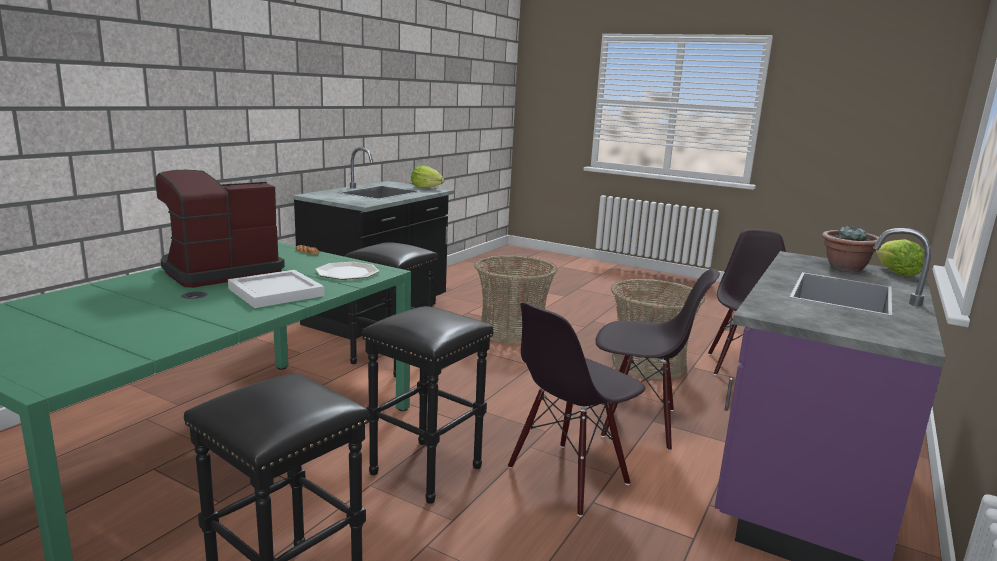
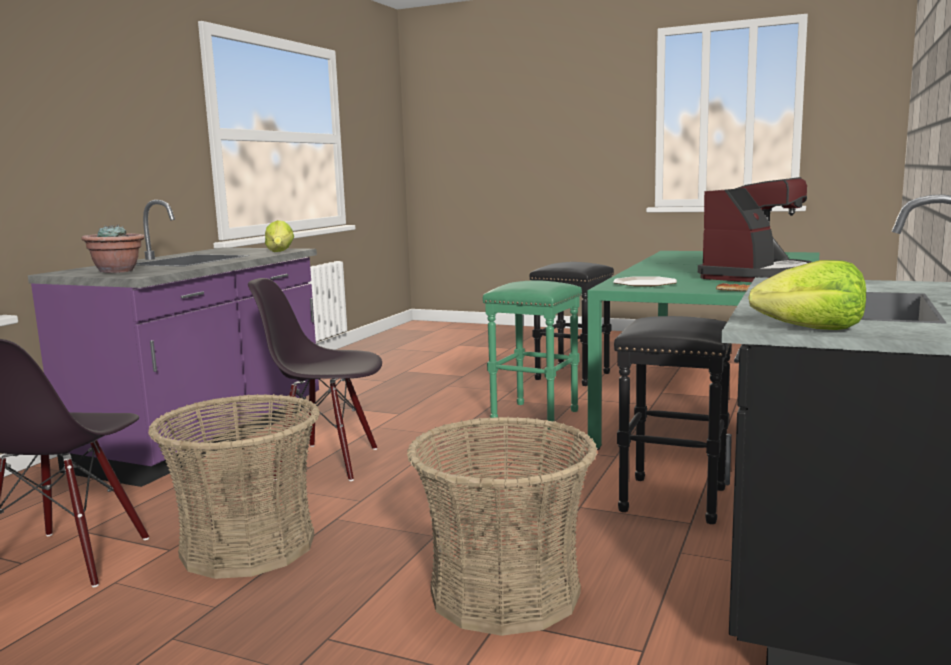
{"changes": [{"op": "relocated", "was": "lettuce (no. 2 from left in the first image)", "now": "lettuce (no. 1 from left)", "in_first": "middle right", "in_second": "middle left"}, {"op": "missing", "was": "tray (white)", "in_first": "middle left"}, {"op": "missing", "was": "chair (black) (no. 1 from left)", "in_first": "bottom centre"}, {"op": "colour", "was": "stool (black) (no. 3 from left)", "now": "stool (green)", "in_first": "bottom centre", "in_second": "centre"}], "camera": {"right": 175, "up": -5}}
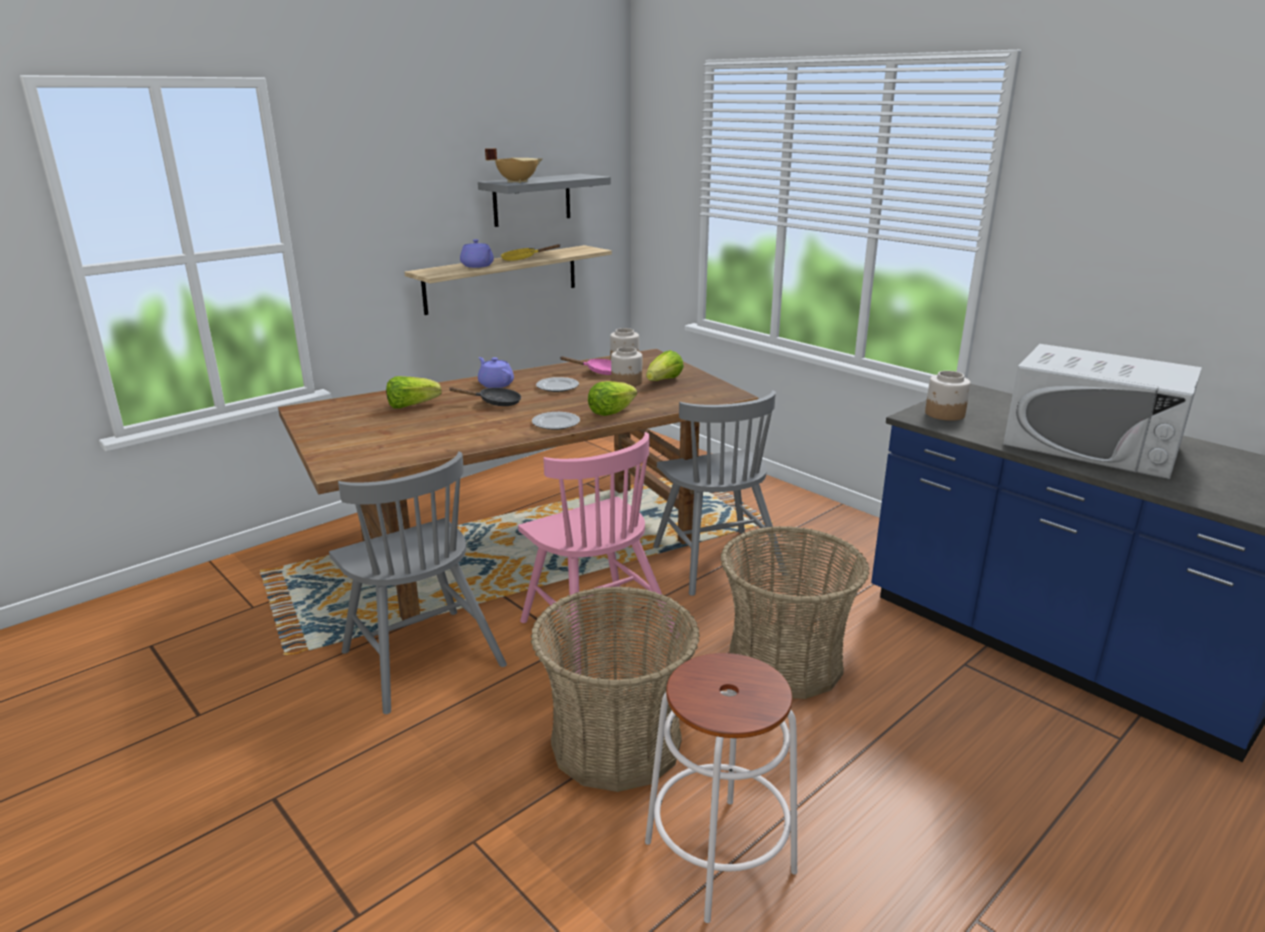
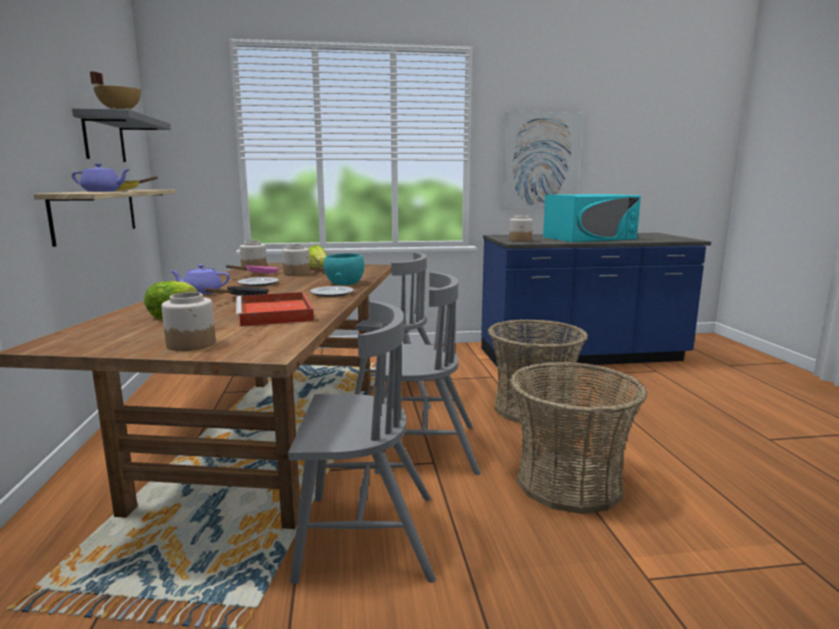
{"changes": [{"op": "colour", "was": "microwave (white)", "now": "microwave (turquoise)", "in_first": "middle right", "in_second": "middle right"}, {"op": "exchanged", "was": "lettuce (no. 2 from left)", "now": "bowl (turquoise)", "in_first": "centre", "in_second": "centre"}, {"op": "colour", "was": "chair (pink)", "now": "chair (grey) (no. 3 from left)", "in_first": "centre", "in_second": "centre"}, {"op": "missing", "was": "stool (white)", "in_first": "bottom centre"}, {"op": "appeared", "now": "picture", "in_second": "top centre"}, {"op": "appeared", "now": "jar (no. 1 from left)", "in_second": "middle left"}, {"op": "appeared", "now": "tray (red)", "in_second": "middle left"}], "camera": {"right": -55, "up": -10}}
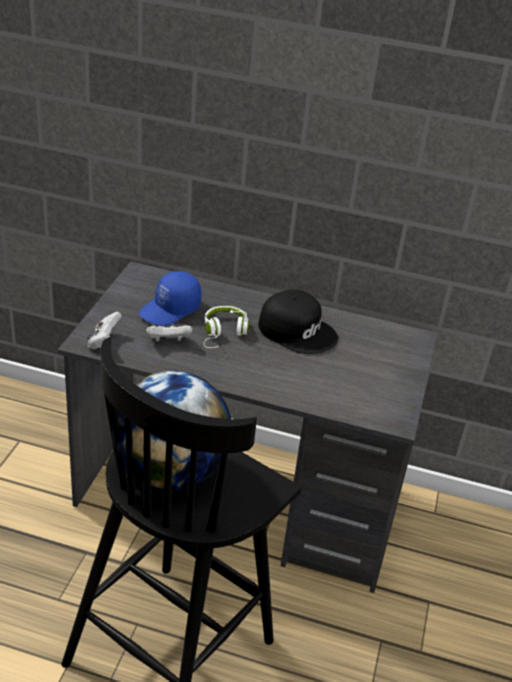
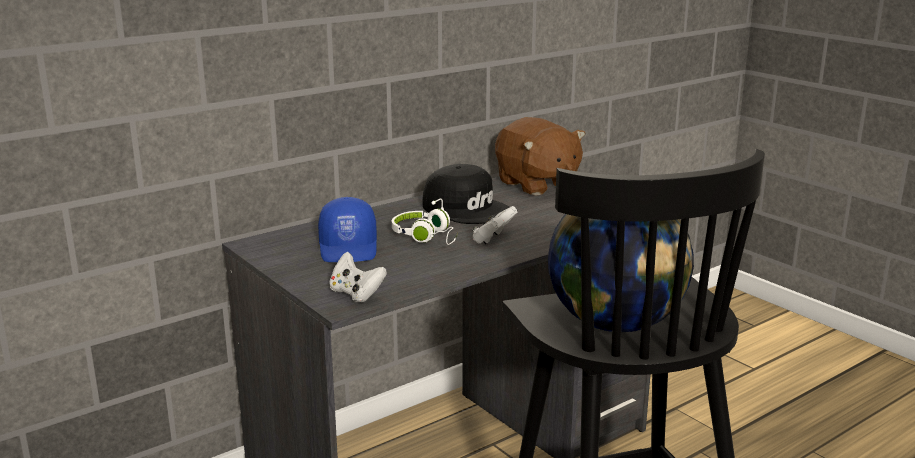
{"changes": [{"op": "spun", "was": "cap (black)", "in_first": "centre", "in_second": "centre", "clockwise": 60}, {"op": "relocated", "was": "game controller (white) (no. 2 from left)", "in_first": "middle left", "in_second": "centre"}, {"op": "appeared", "now": "plush toy (brown)", "in_second": "centre"}], "camera": {"right": -50, "up": -15}}
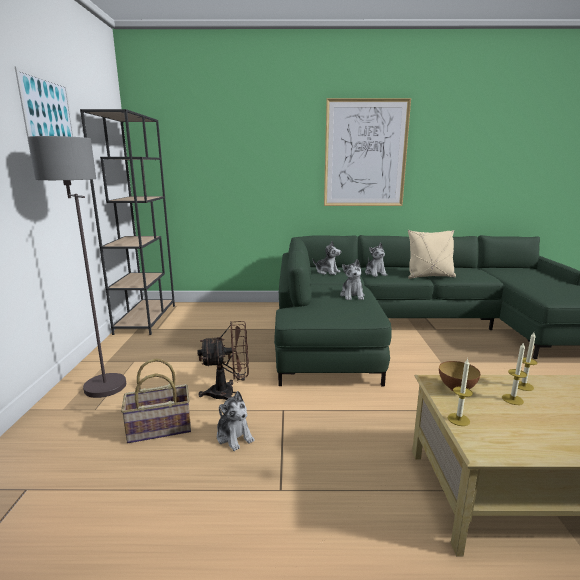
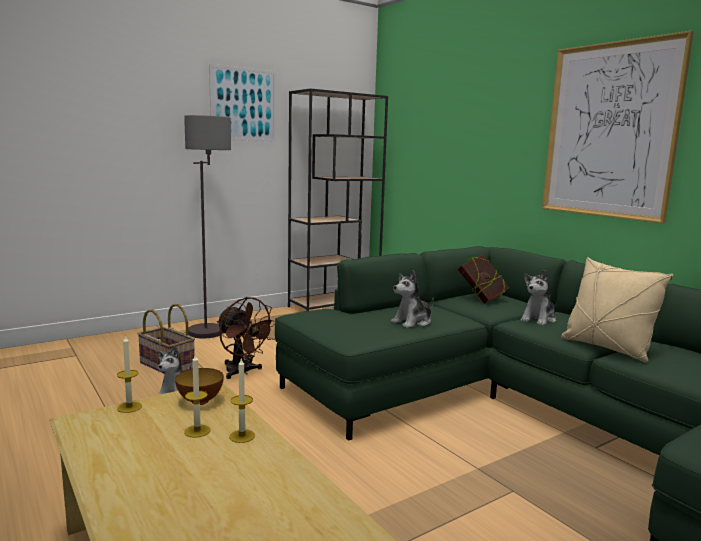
{"changes": [{"op": "exchanged", "was": "plush toy (no. 2 from left)", "now": "book", "in_first": "centre", "in_second": "middle right"}], "camera": {"right": 55, "up": -5}}
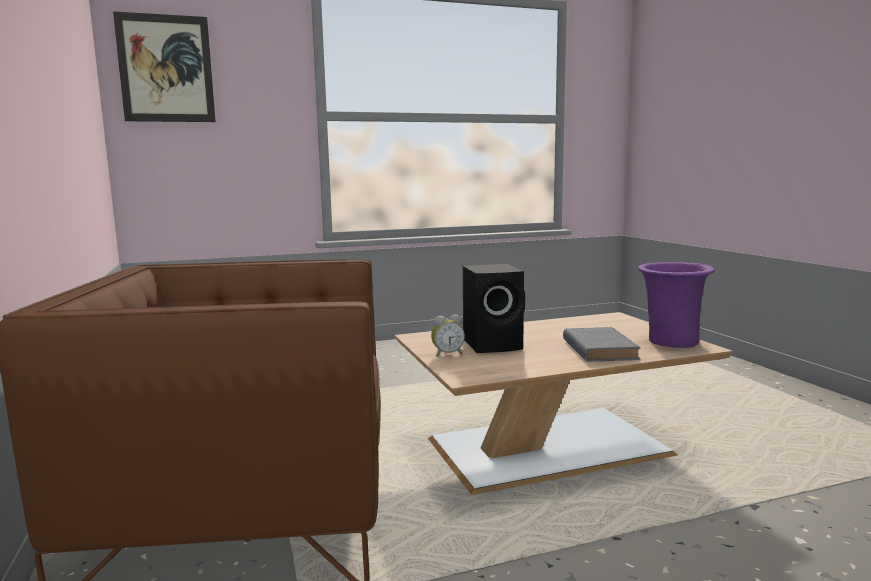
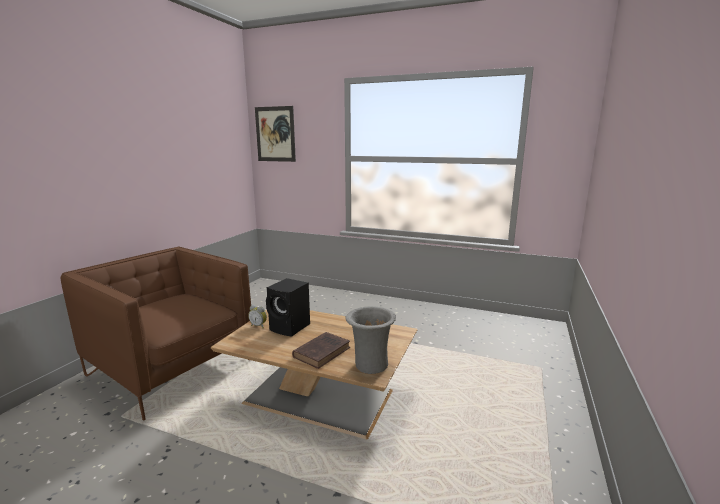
{"changes": [{"op": "colour", "was": "vase (purple)", "now": "vase (grey)", "in_first": "middle right", "in_second": "bottom centre"}, {"op": "colour", "was": "book (grey)", "now": "book (brown)", "in_first": "middle right", "in_second": "bottom centre"}], "camera": {"right": 40, "up": 5}}
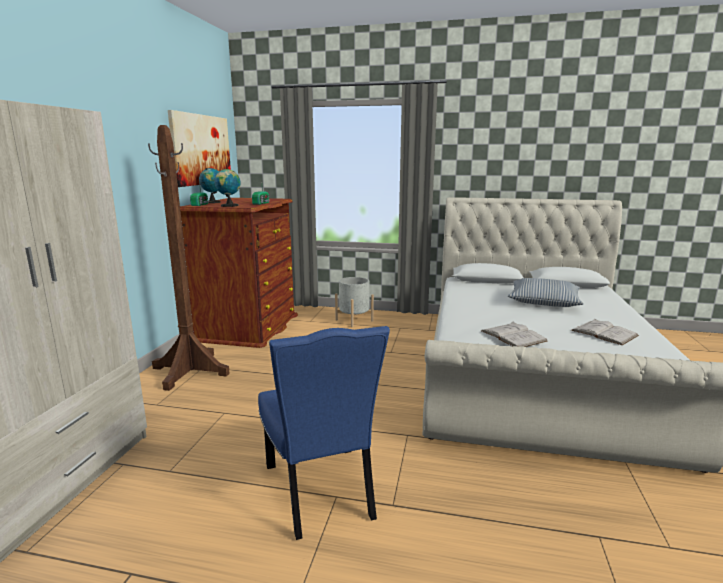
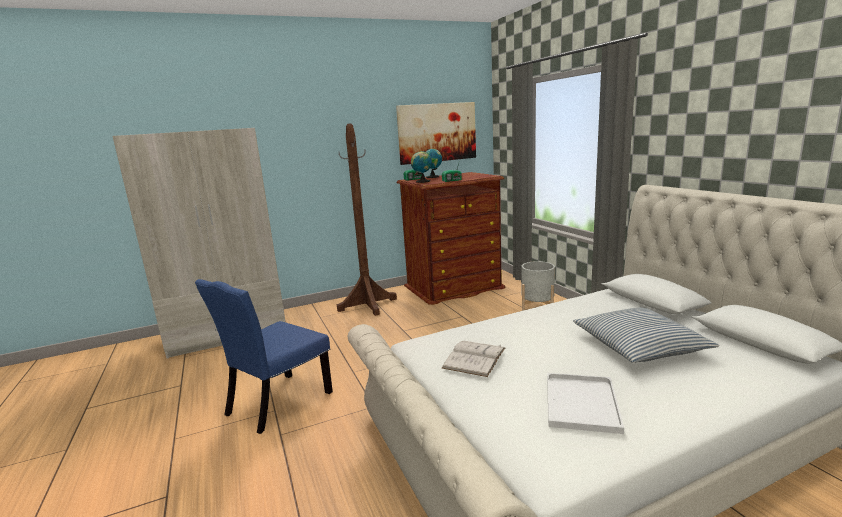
{"changes": [{"op": "exchanged", "was": "book (white) (no. 2 from left)", "now": "tray (white)", "in_first": "middle right", "in_second": "bottom right"}], "camera": {"right": 55, "up": 0}}
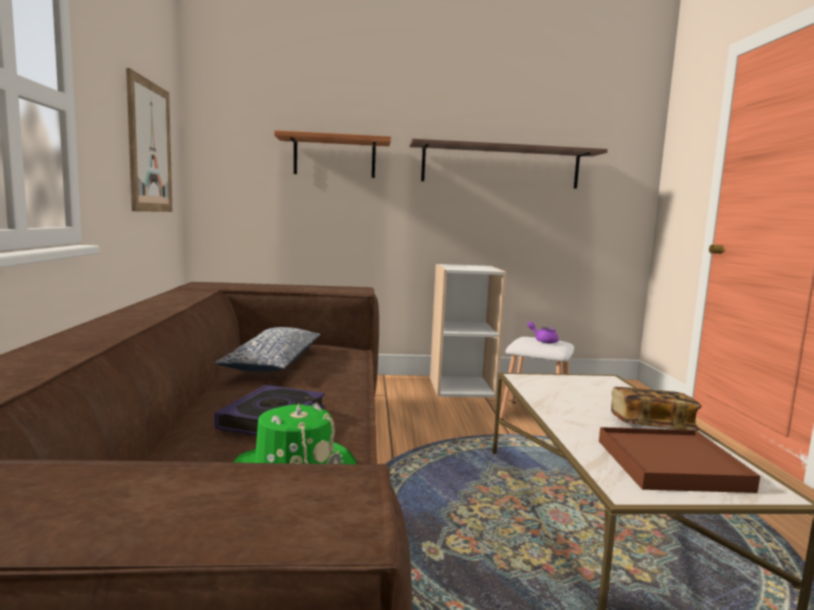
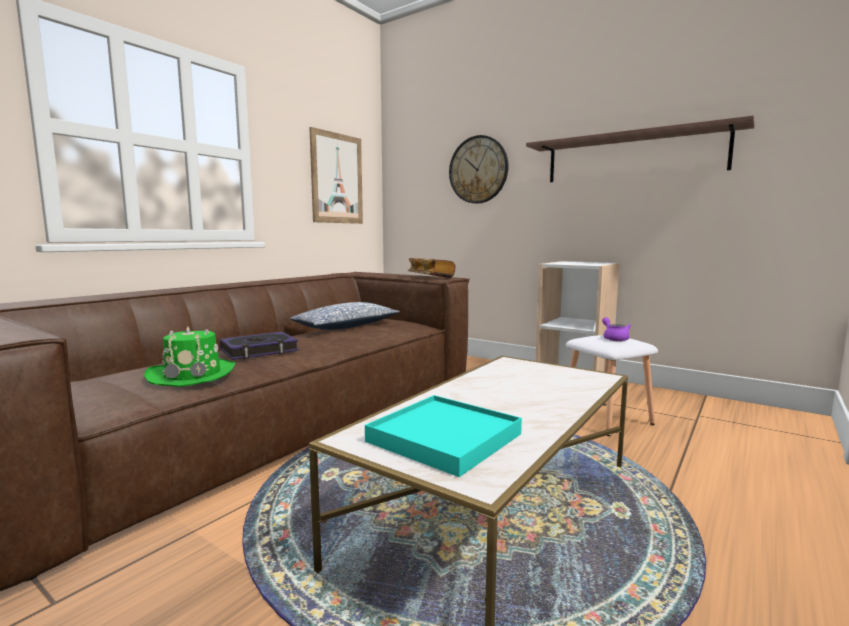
{"changes": [{"op": "exchanged", "was": "shelf (no. 1 from left)", "now": "wall clock", "in_first": "top centre", "in_second": "top centre"}, {"op": "relocated", "was": "book (no. 2 from left)", "in_first": "bottom right", "in_second": "centre"}, {"op": "colour", "was": "tray (brown)", "now": "tray (turquoise)", "in_first": "bottom right", "in_second": "bottom centre"}], "camera": {"right": 40, "up": 0}}
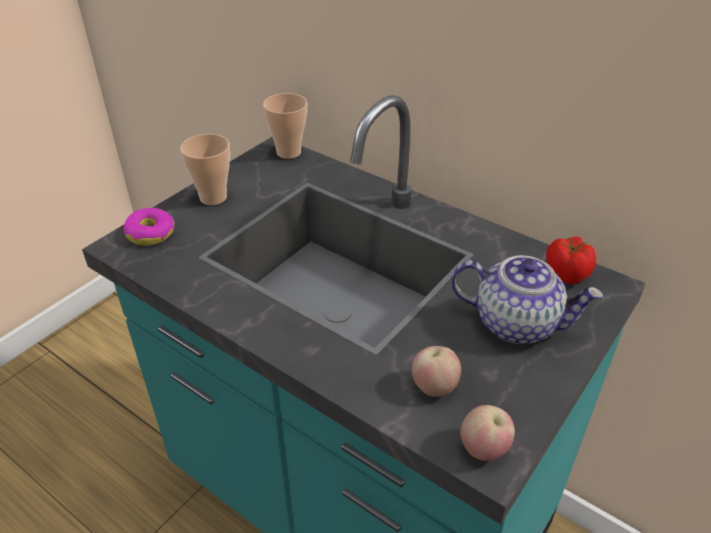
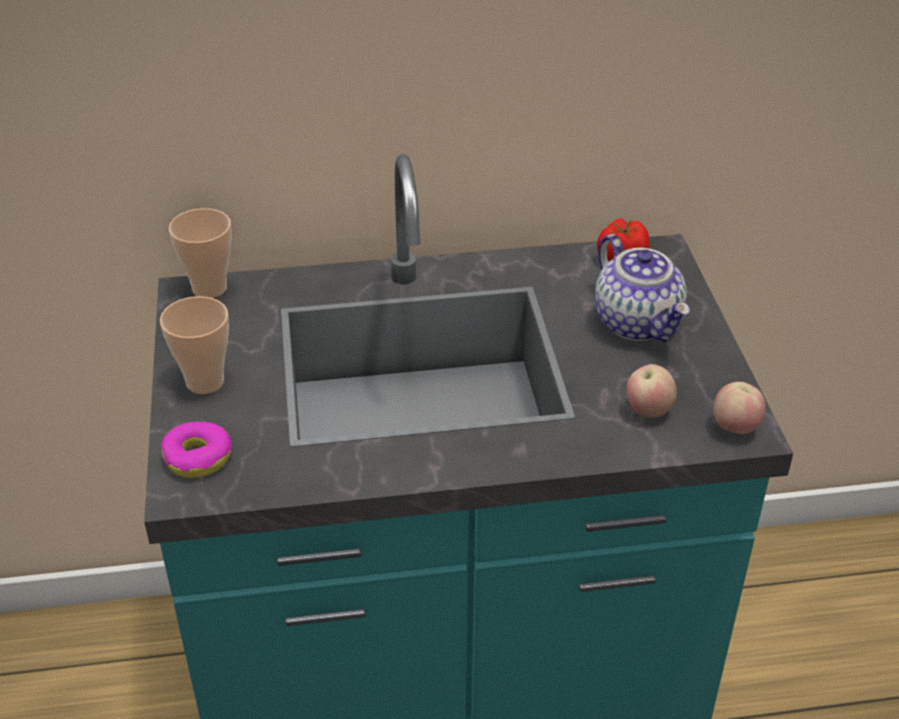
{"changes": [{"op": "spun", "was": "teapot", "in_first": "middle right", "in_second": "middle right", "clockwise": 90}], "camera": {"right": -45, "up": 0}}
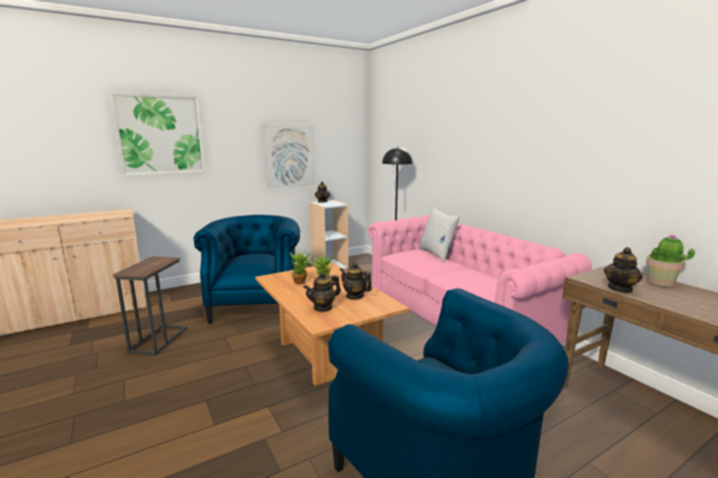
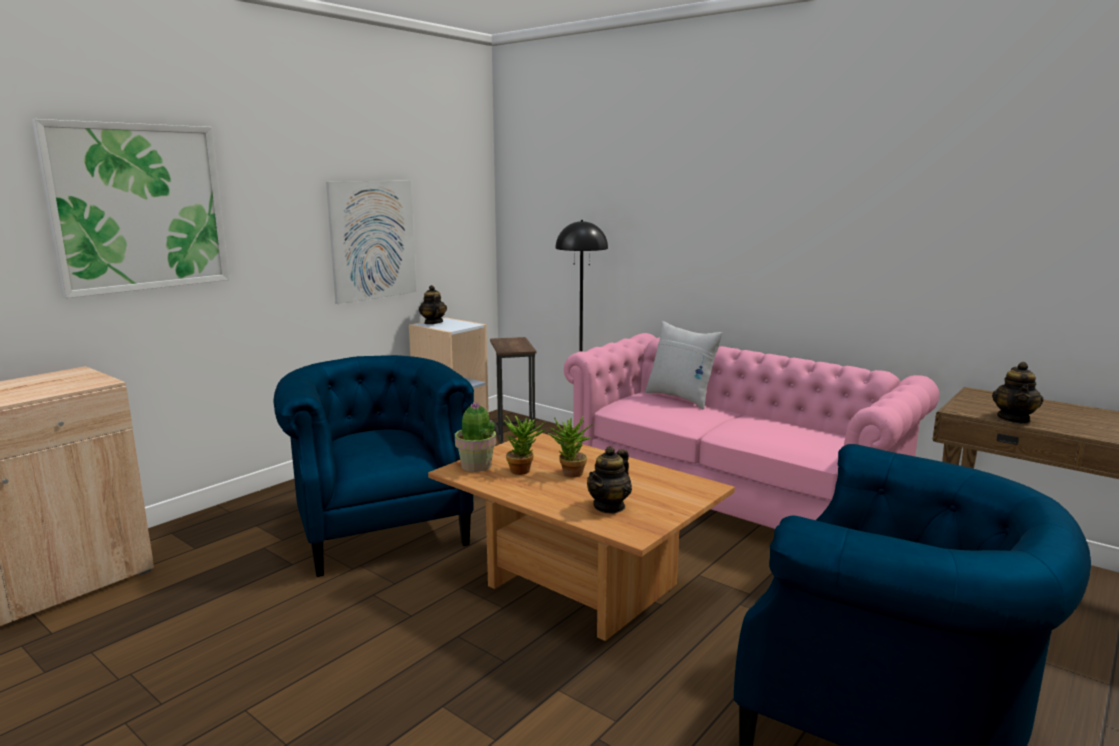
{"changes": [{"op": "relocated", "was": "potted plant (no. 3 from left in the first image)", "now": "potted plant (no. 1 from left)", "in_first": "middle right", "in_second": "centre"}, {"op": "relocated", "was": "side table (brown)", "in_first": "middle left", "in_second": "centre"}, {"op": "missing", "was": "teapot (no. 3 from left)", "in_first": "centre"}], "camera": {"right": -20, "up": 0}}
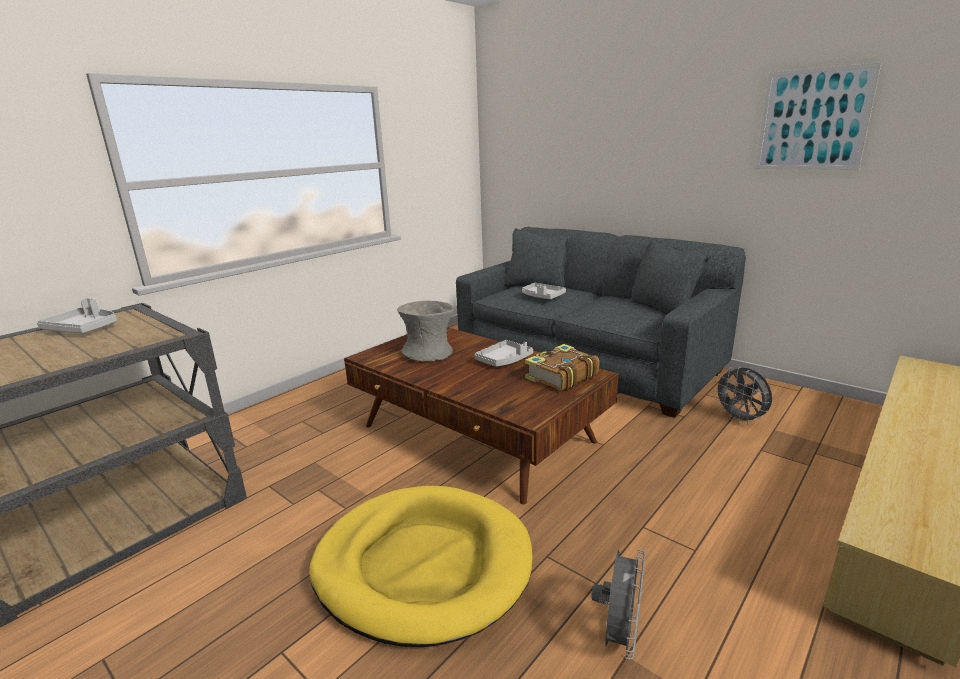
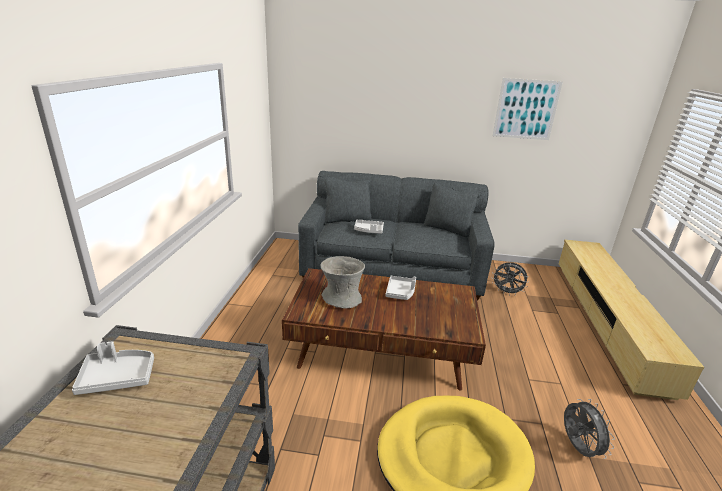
{"changes": [{"op": "missing", "was": "book", "in_first": "centre"}], "camera": {"right": -35, "up": 5}}
